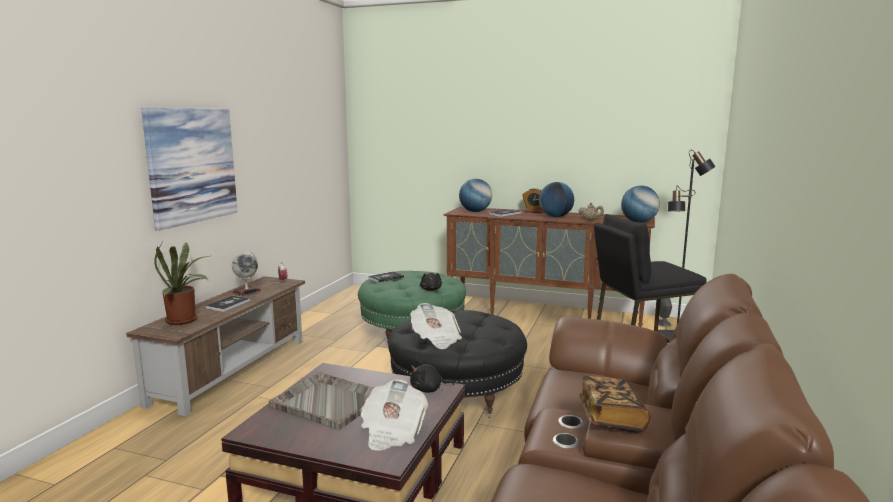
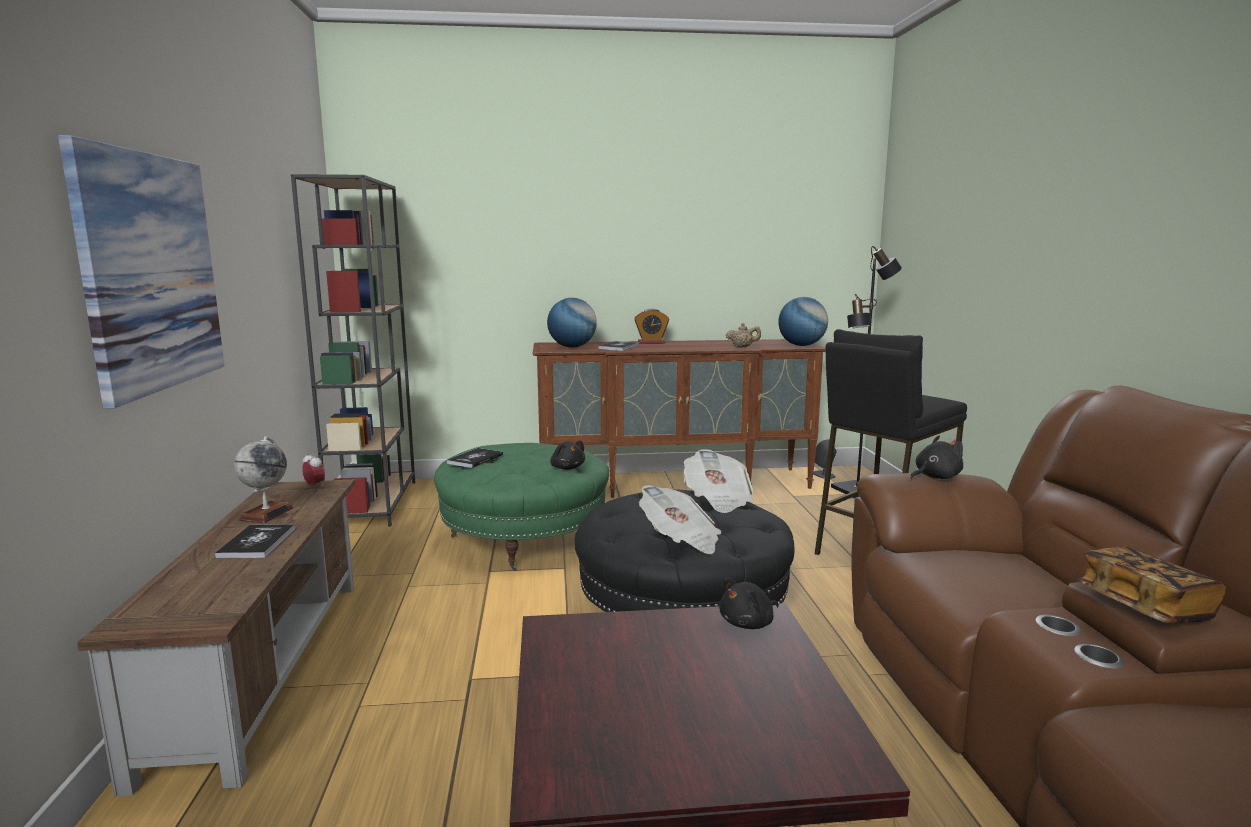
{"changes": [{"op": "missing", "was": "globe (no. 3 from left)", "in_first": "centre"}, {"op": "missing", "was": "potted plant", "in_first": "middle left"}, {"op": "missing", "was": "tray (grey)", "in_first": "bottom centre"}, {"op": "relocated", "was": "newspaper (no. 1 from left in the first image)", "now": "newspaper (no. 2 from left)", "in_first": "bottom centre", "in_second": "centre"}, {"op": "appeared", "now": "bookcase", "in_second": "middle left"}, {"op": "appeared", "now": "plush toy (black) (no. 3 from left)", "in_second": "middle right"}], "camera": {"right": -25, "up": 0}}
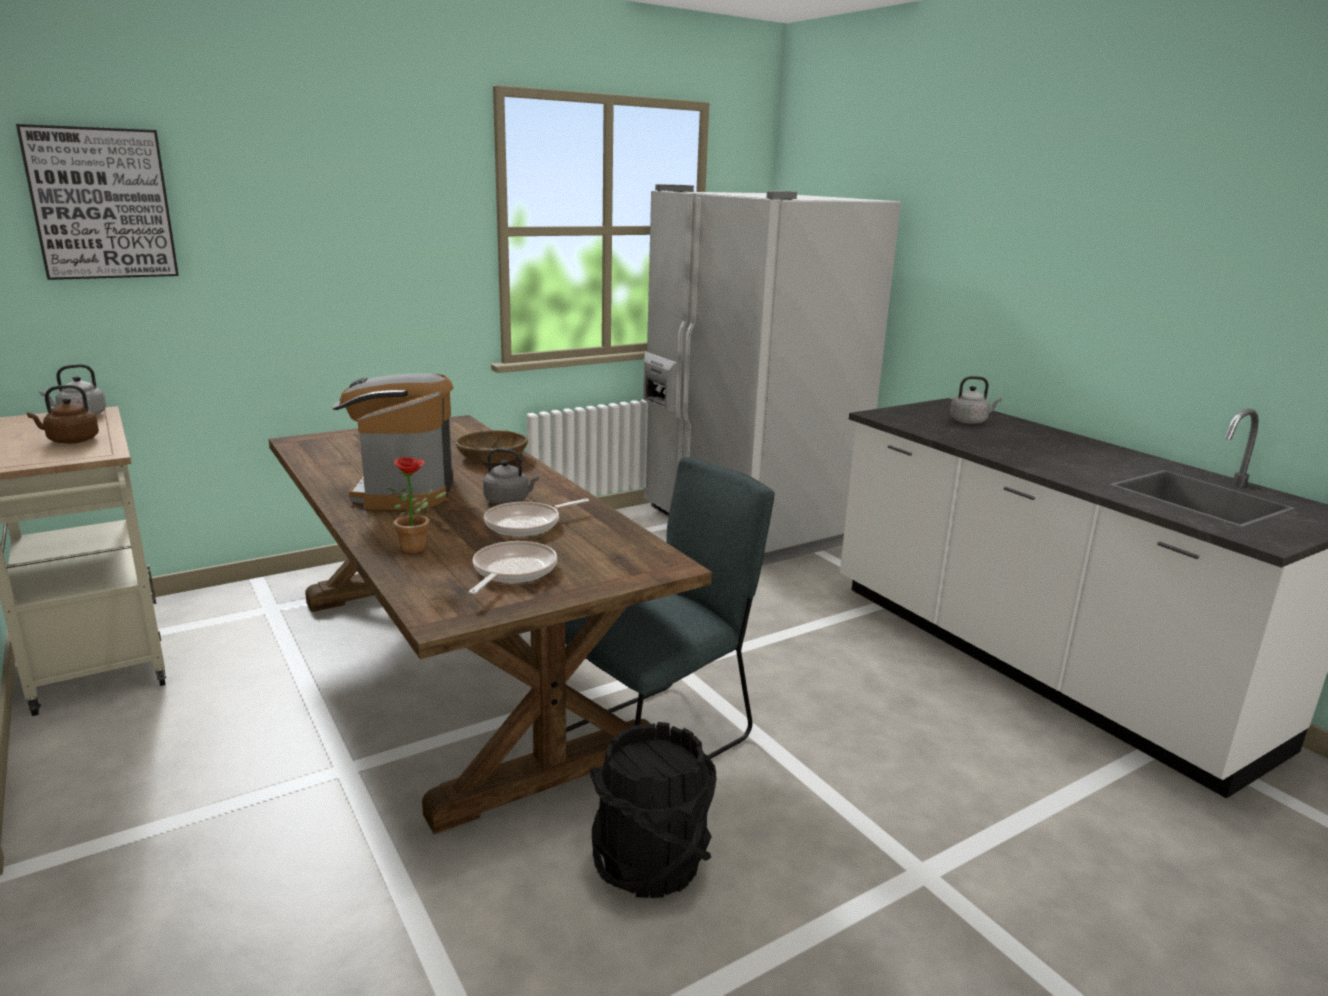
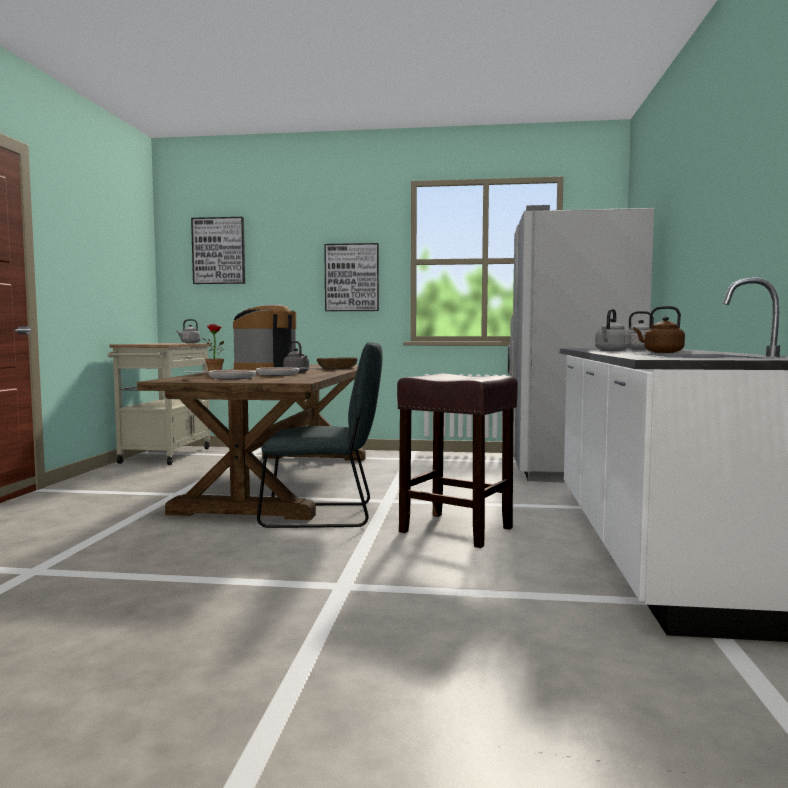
{"changes": [{"op": "relocated", "was": "kettle (brown)", "in_first": "middle left", "in_second": "middle right"}, {"op": "missing", "was": "bucket (black)", "in_first": "bottom centre"}, {"op": "appeared", "now": "picture (no. 2 from left)", "in_second": "centre"}, {"op": "appeared", "now": "kettle (grey) (no. 3 from left)", "in_second": "middle right"}, {"op": "appeared", "now": "stool (brown)", "in_second": "centre"}], "camera": {"right": 40, "up": -15}}
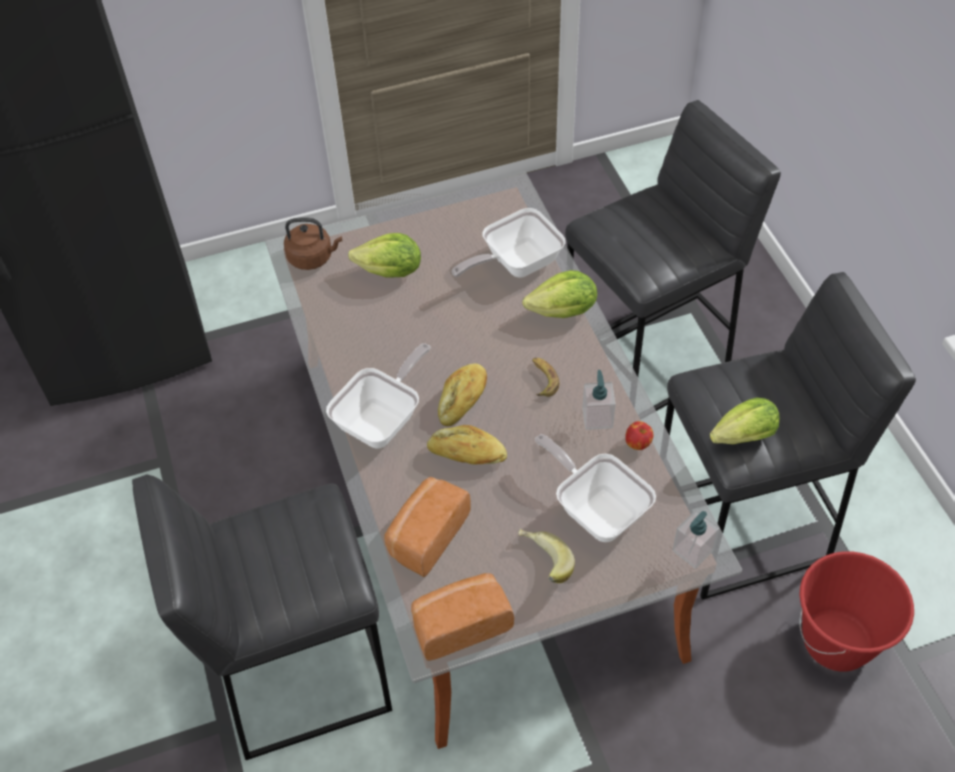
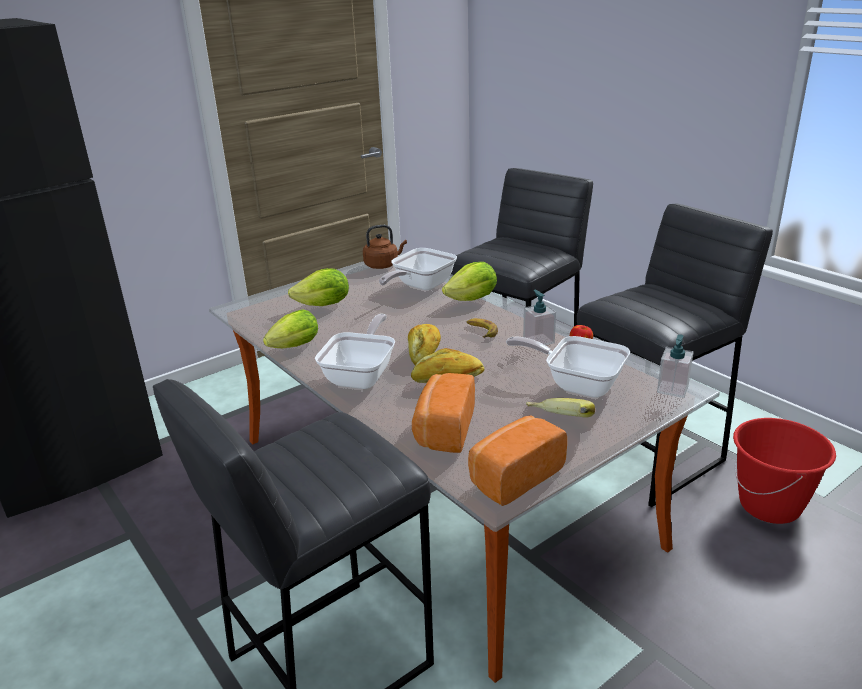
{"changes": [{"op": "relocated", "was": "kettle (brown)", "in_first": "top left", "in_second": "centre"}, {"op": "relocated", "was": "lettuce (no. 3 from left in the first image)", "now": "lettuce (no. 1 from left)", "in_first": "middle right", "in_second": "centre"}], "camera": {"right": -20, "up": -25}}
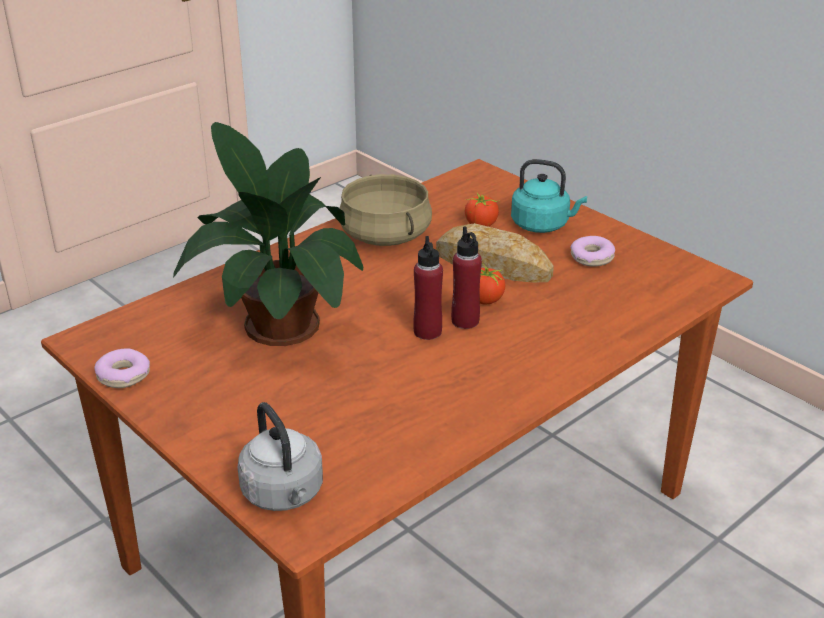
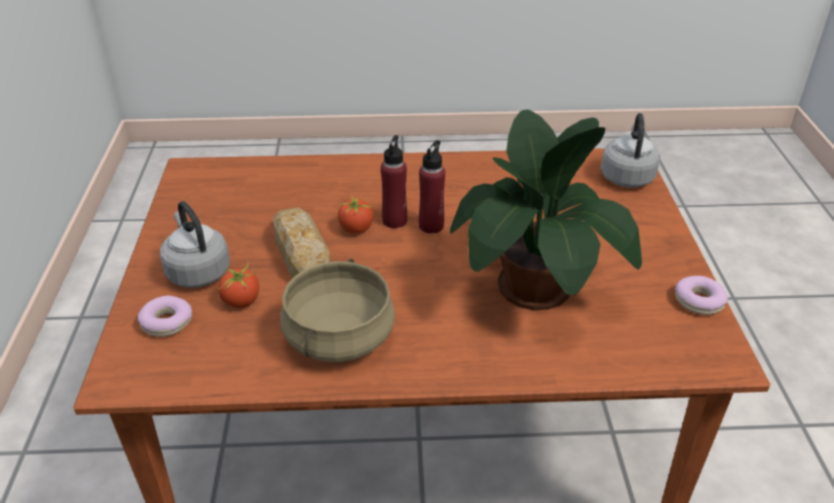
{"changes": [{"op": "colour", "was": "kettle (turquoise)", "now": "kettle (grey) (no. 1 from left)", "in_first": "top centre", "in_second": "middle left"}, {"op": "relocated", "was": "donut (no. 2 from left in the first image)", "now": "donut (no. 1 from left)", "in_first": "middle right", "in_second": "middle left"}], "camera": {"right": -140, "up": 5}}
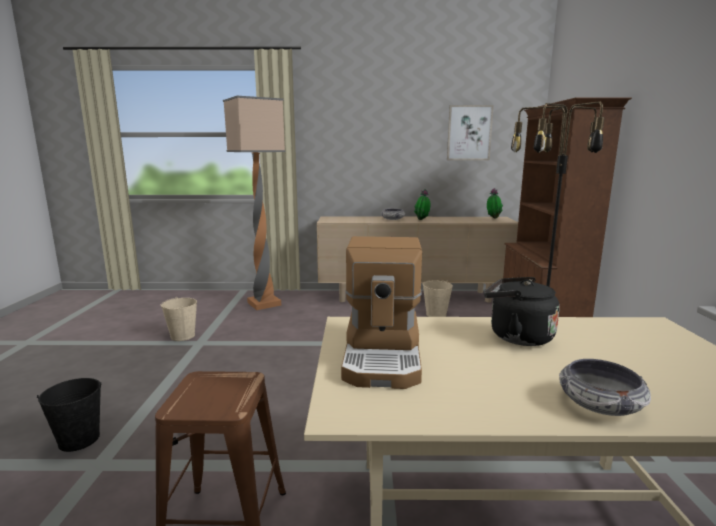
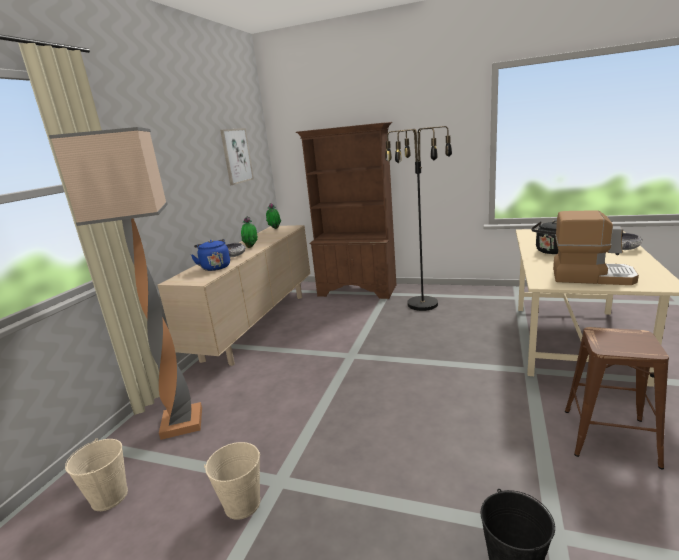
{"changes": [{"op": "relocated", "was": "bucket (beige) (no. 2 from left in the first image)", "now": "bucket (beige) (no. 1 from left)", "in_first": "centre", "in_second": "bottom left"}, {"op": "appeared", "now": "kettle (blue)", "in_second": "middle left"}], "camera": {"right": -70, "up": 5}}
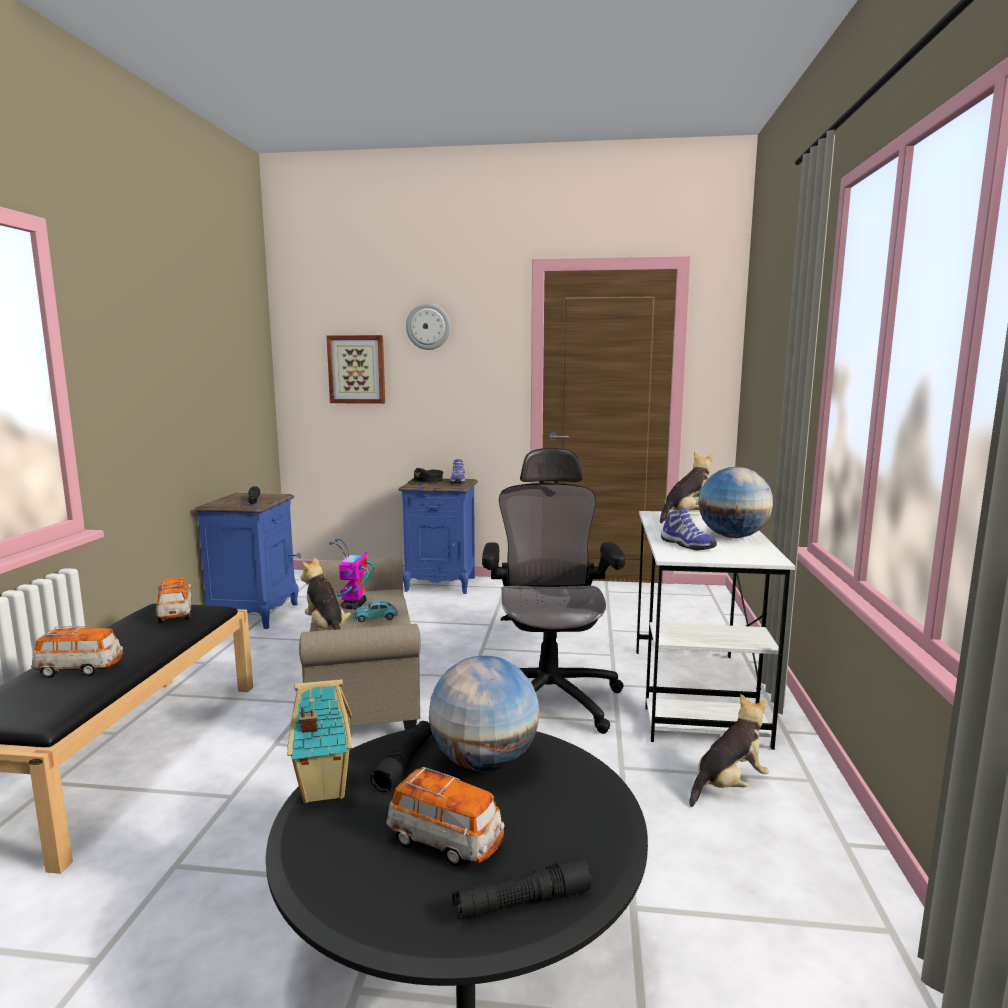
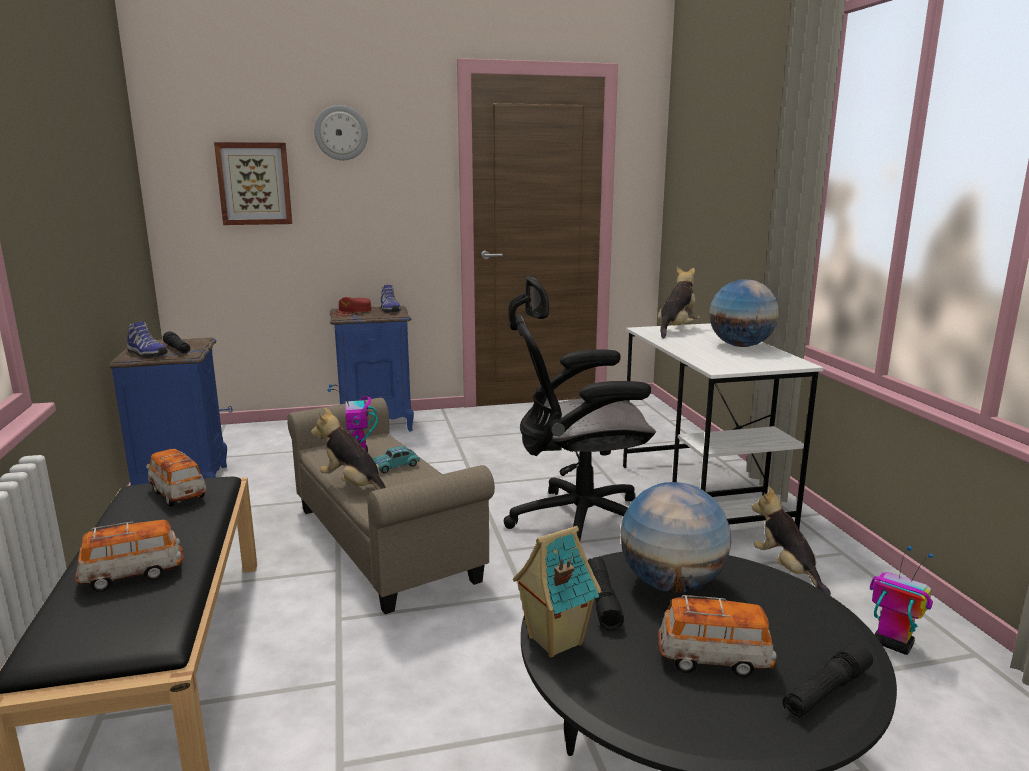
{"changes": [{"op": "spun", "was": "office chair", "in_first": "centre", "in_second": "centre", "clockwise": -75}, {"op": "colour", "was": "cap (black)", "now": "cap (red)", "in_first": "centre", "in_second": "centre"}, {"op": "relocated", "was": "shoe (no. 2 from left in the first image)", "now": "shoe (no. 1 from left)", "in_first": "middle right", "in_second": "middle left"}, {"op": "spun", "was": "plush toy (no. 3 from left)", "in_first": "bottom right", "in_second": "bottom right", "clockwise": -60}, {"op": "appeared", "now": "toy robot (no. 2 from left)", "in_second": "bottom right"}], "camera": {"right": -20, "up": 5}}
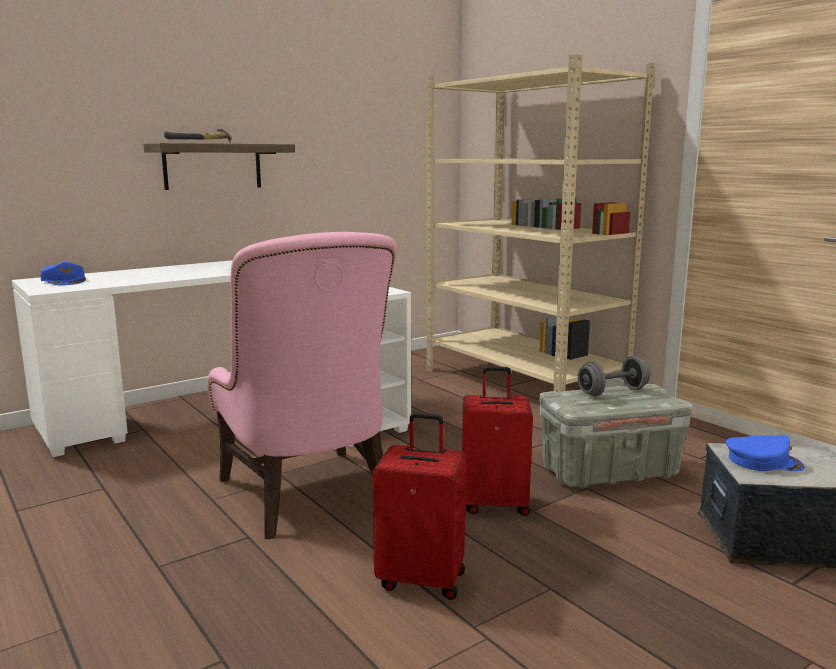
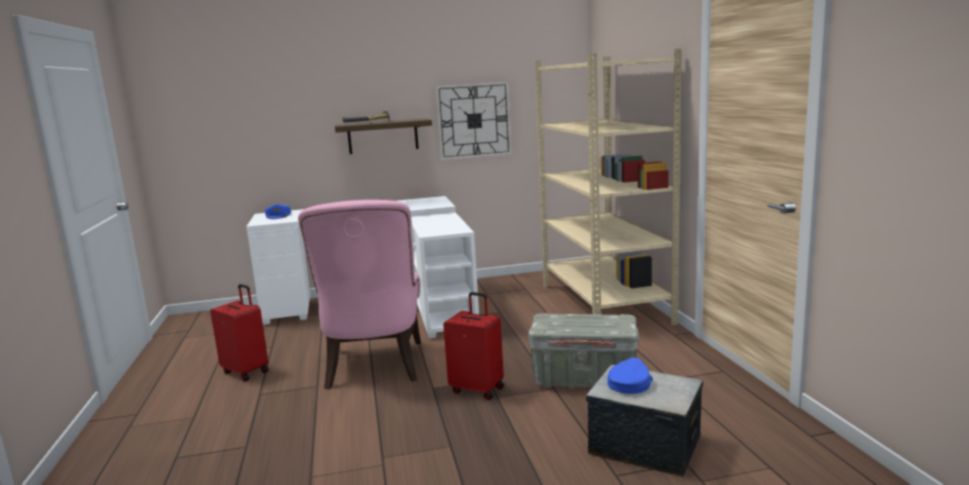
{"changes": [{"op": "missing", "was": "dumbbell (grey)", "in_first": "middle right"}, {"op": "relocated", "was": "suitcase (red) (no. 1 from left)", "in_first": "bottom centre", "in_second": "bottom left"}, {"op": "spun", "was": "cap (blue) (no. 2 from left)", "in_first": "bottom right", "in_second": "bottom centre", "clockwise": -90}, {"op": "appeared", "now": "wall clock", "in_second": "top centre"}], "camera": {"right": 25, "up": 0}}
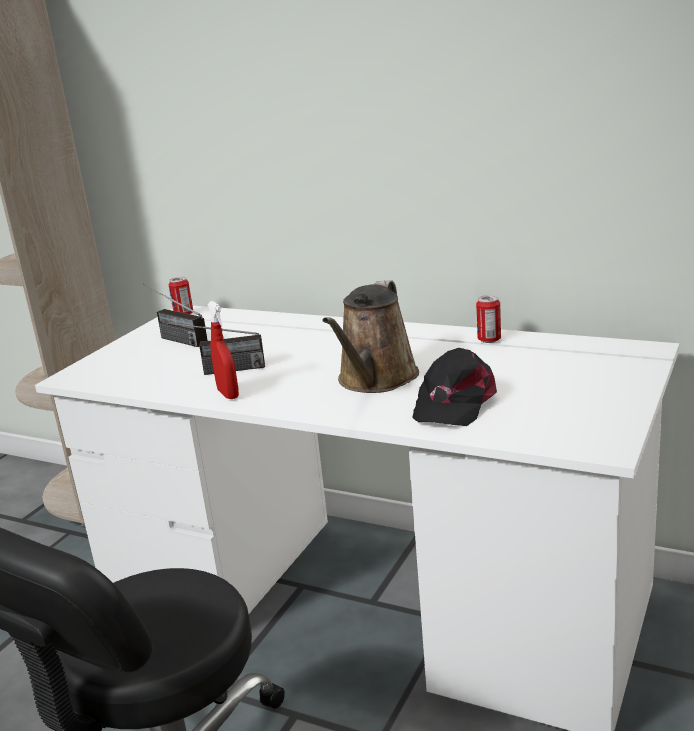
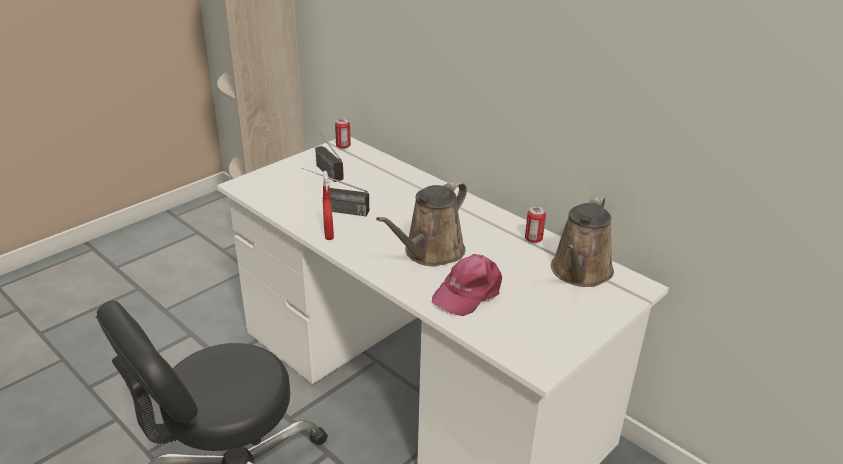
{"changes": [{"op": "colour", "was": "cap (black)", "now": "cap (pink)", "in_first": "centre", "in_second": "centre"}, {"op": "appeared", "now": "watering can (brown) (no. 2 from left)", "in_second": "middle right"}], "camera": {"right": 15, "up": 10}}
